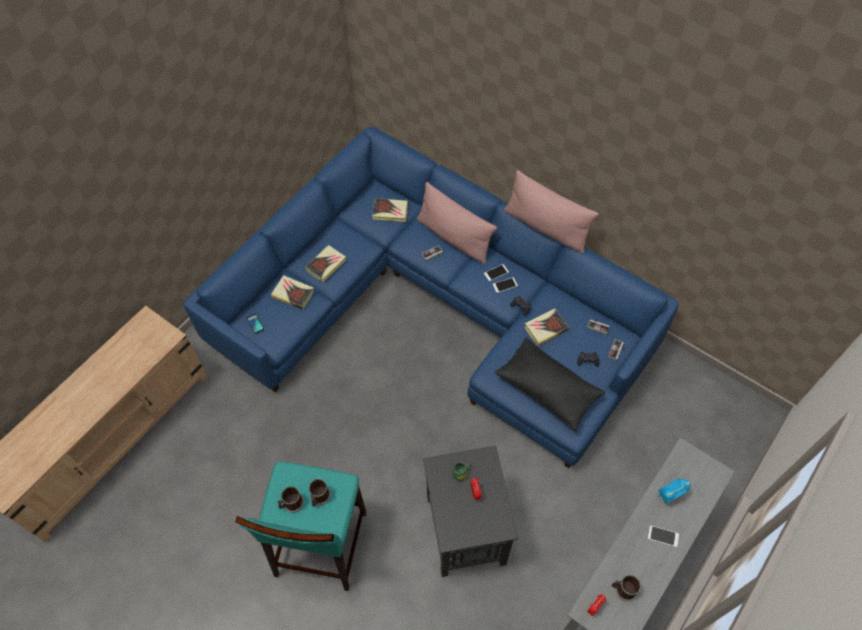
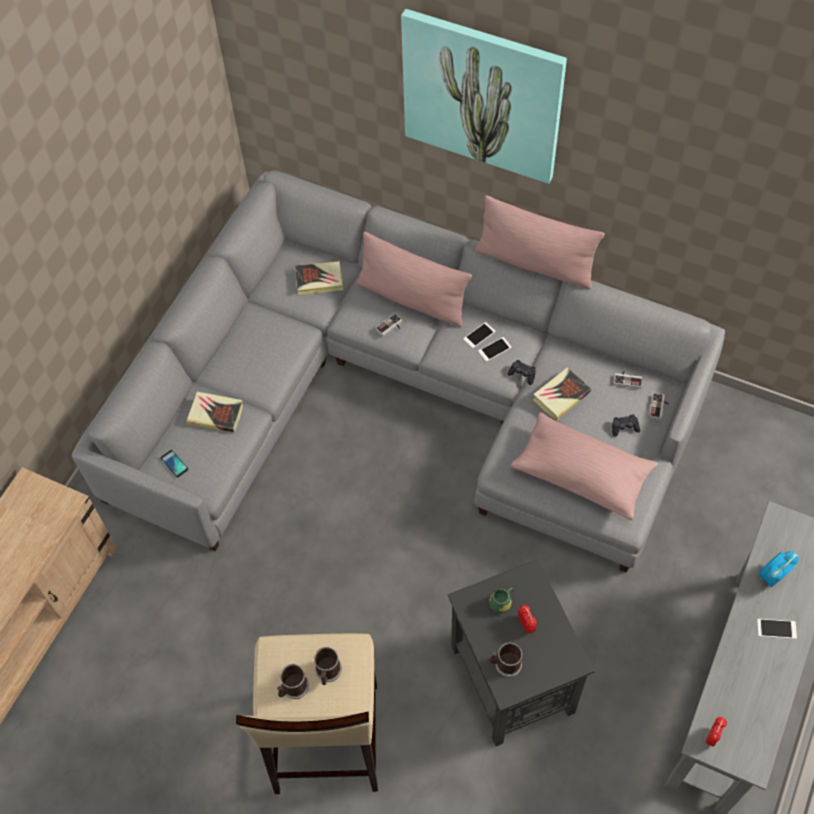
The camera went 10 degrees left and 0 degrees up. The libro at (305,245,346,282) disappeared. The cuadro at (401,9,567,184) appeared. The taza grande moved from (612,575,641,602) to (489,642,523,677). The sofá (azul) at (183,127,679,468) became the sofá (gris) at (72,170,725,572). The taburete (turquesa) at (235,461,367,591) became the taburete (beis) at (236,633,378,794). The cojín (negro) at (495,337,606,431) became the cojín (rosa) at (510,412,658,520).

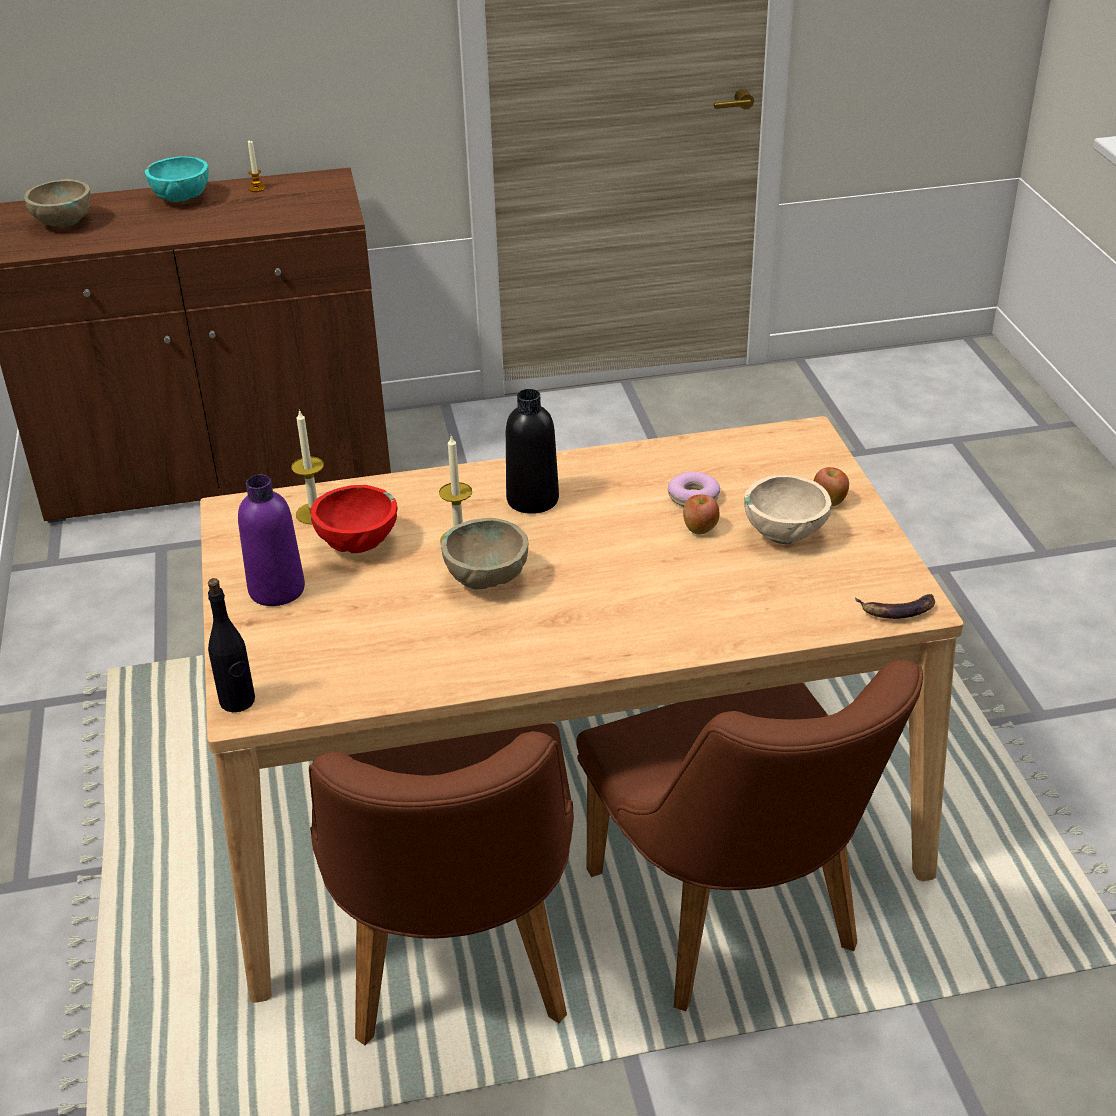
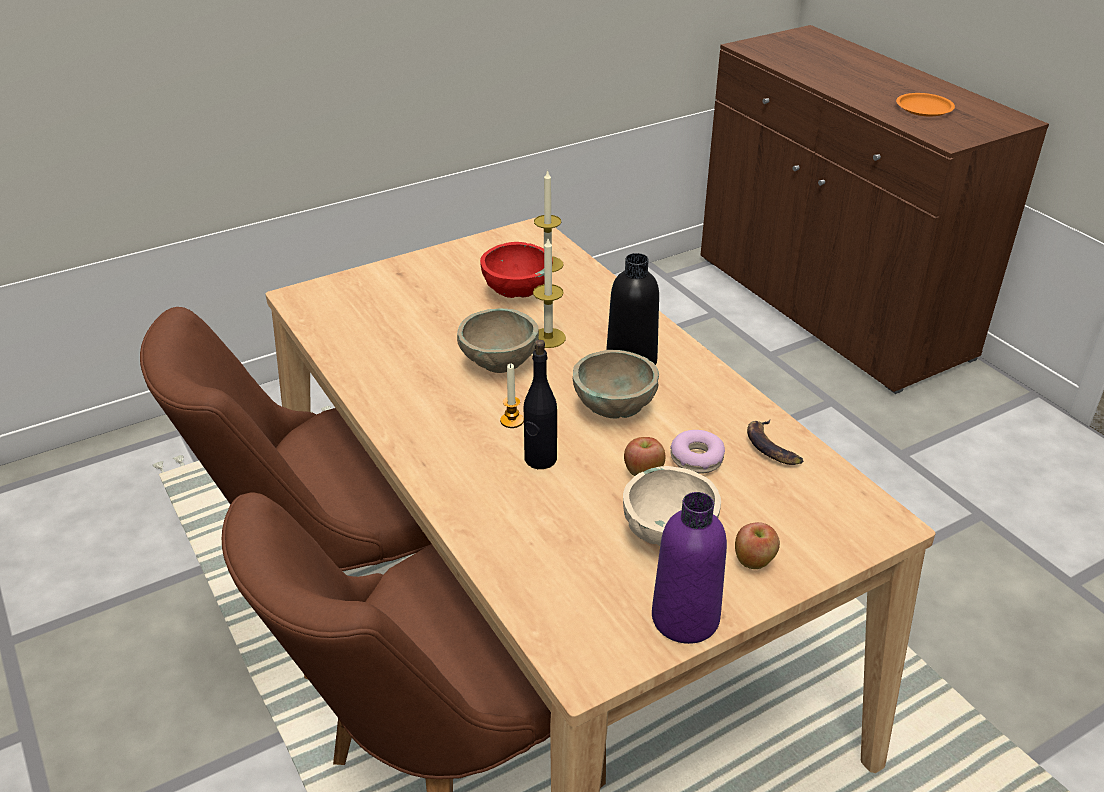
The camera went 70 degrees right and 0 degrees up. The cuenco (turquesa) at (145,156,208,202) disappeared. The plato (naranja) at (896,93,955,116) appeared. The cuenco (beis) moved from (24,179,91,227) to (573,350,659,419). The botella (negro) moved from (208,578,255,712) to (524,340,557,469). The botella (morado) moved from (238,475,305,606) to (652,492,727,644). The vela moved from (248,141,266,192) to (500,364,524,428). The plátano moved from (855,594,935,619) to (747,420,803,465).

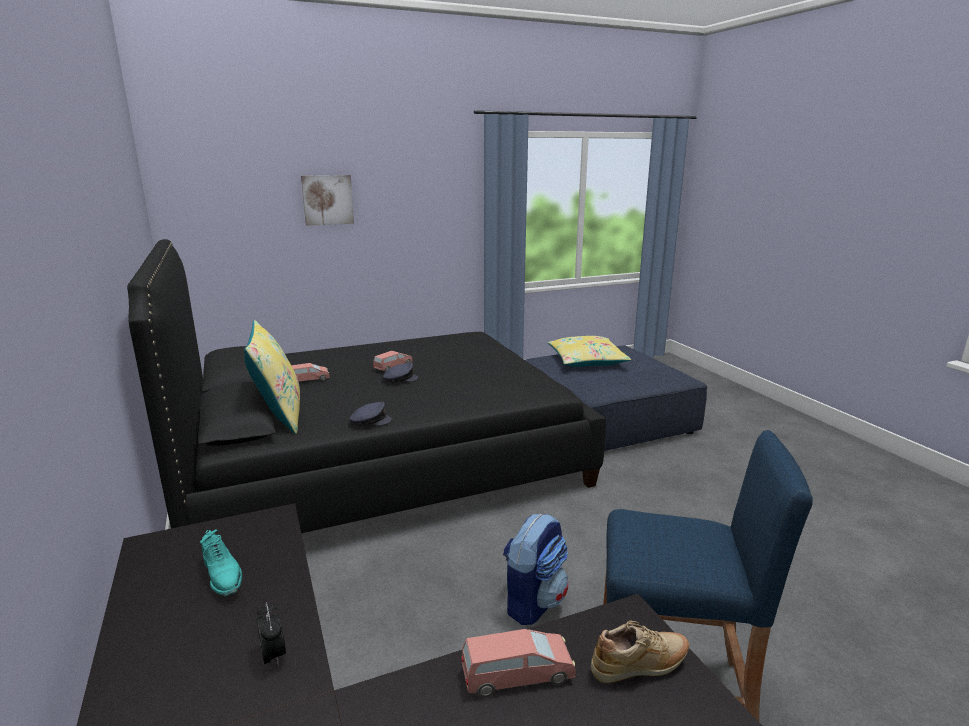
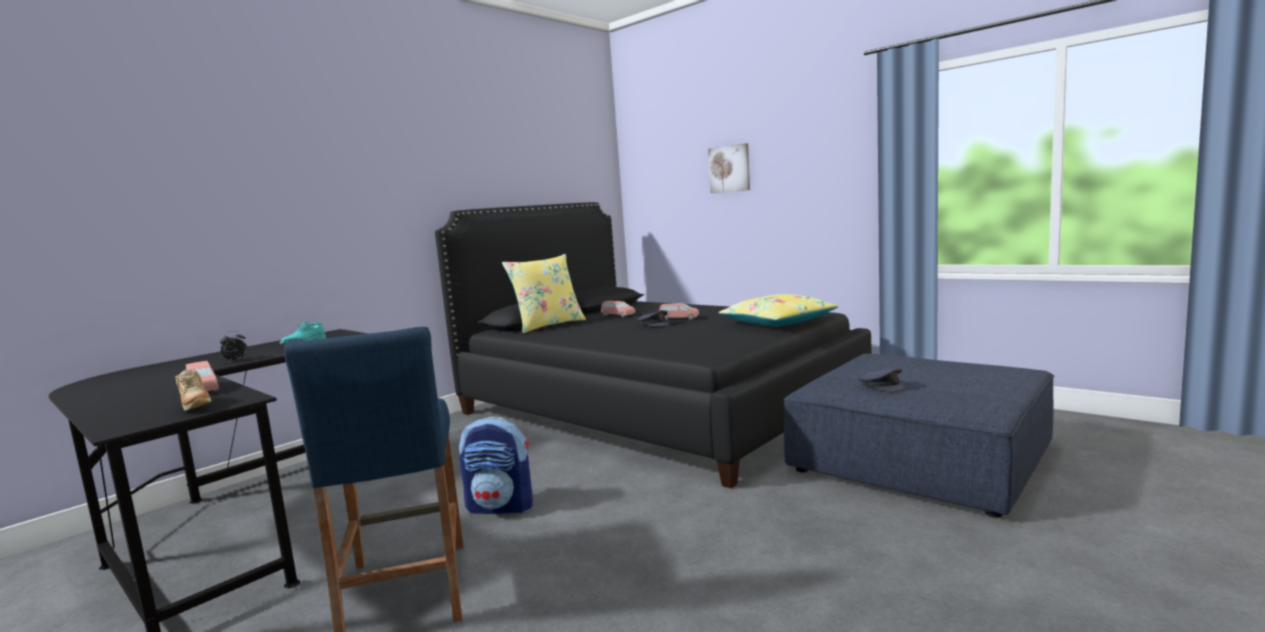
The camera went 65 degrees right and 10 degrees down. The gorra (gris) moved from (349,402,392,426) to (858,368,906,391). The cojín (amarillo) moved from (548,336,631,367) to (719,294,838,327).

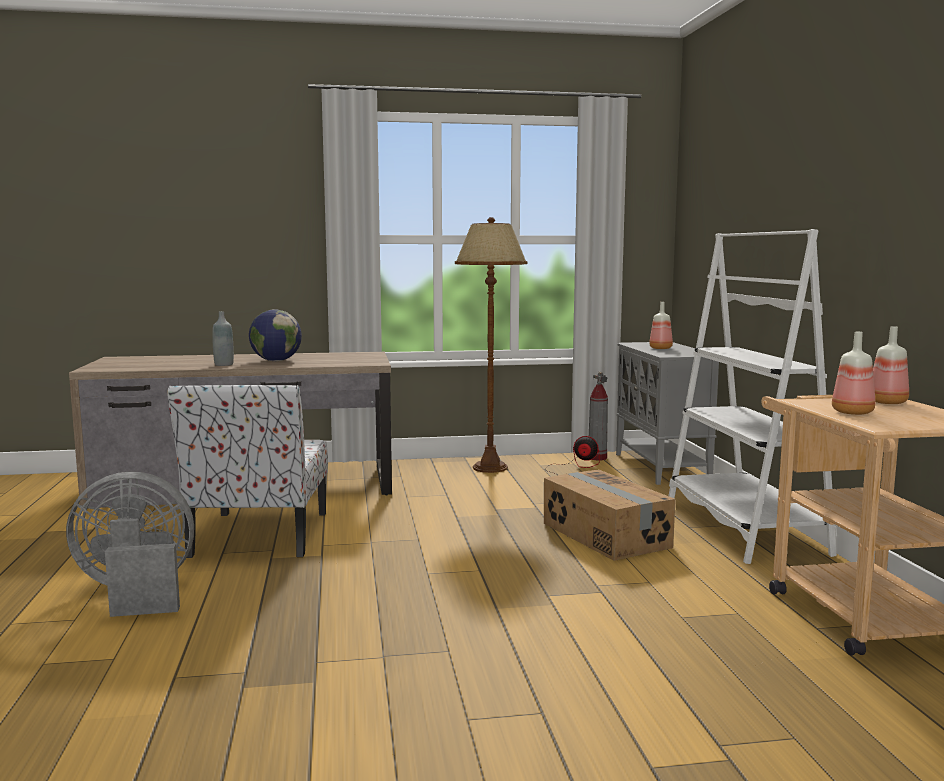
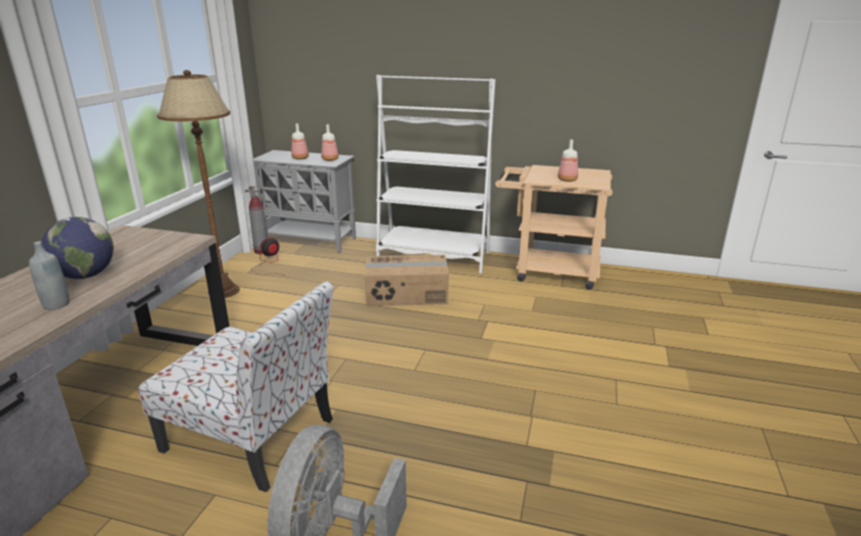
The camera went 65 degrees left and 15 degrees up. The botella moved from (873,326,909,404) to (321,124,339,161).

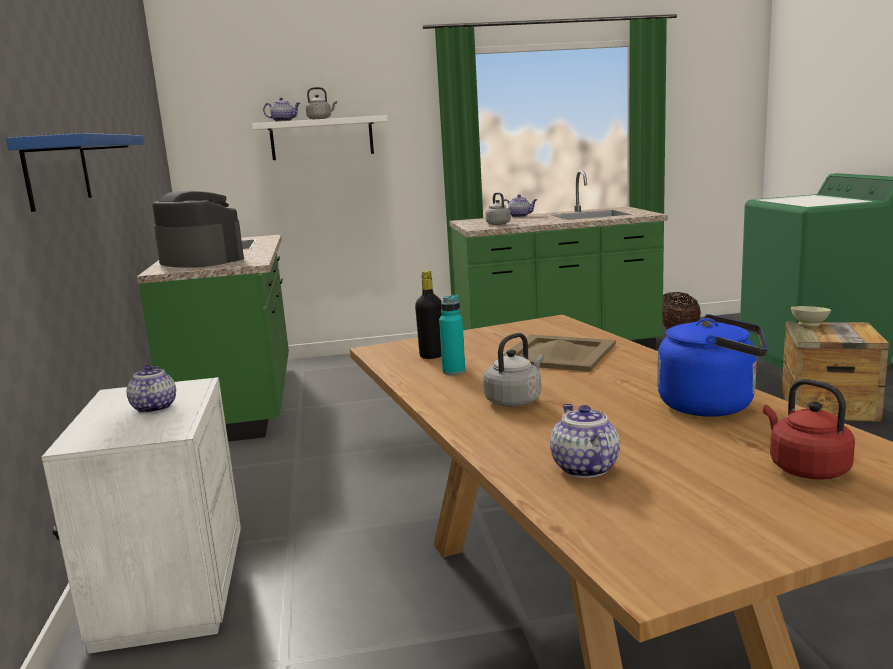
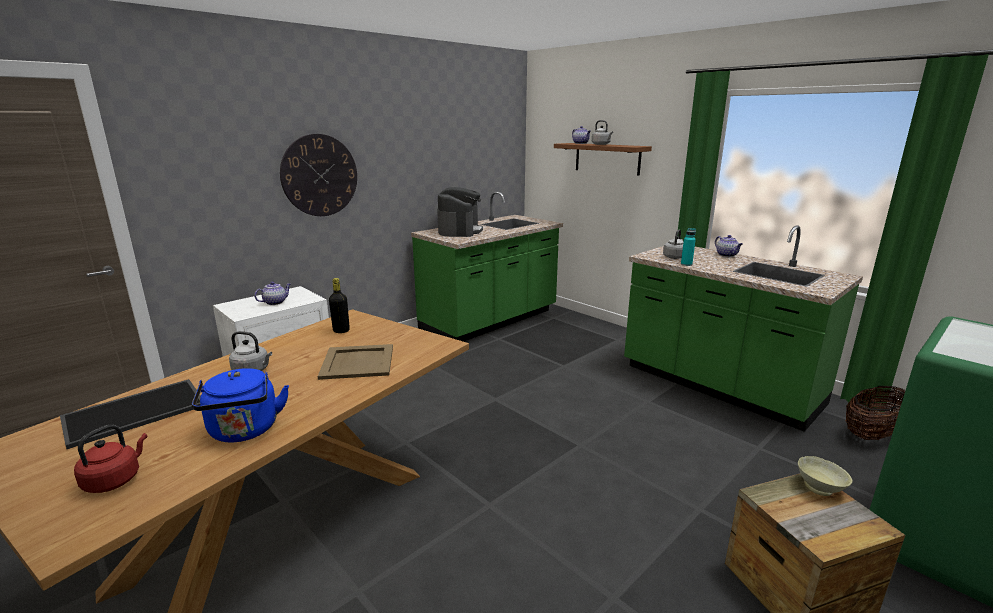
The camera went 55 degrees right and 5 degrees up. The botella (turquesa) moved from (439,295,465,375) to (681,228,696,266). The estante (azul) at (6,133,144,212) was replaced by the reloj de pared at (280,134,357,216). The tetera at (550,404,620,478) was replaced by the bandeja at (60,379,201,449). The estante (blanco) at (252,115,388,160) became the estante (marrón) at (554,143,652,176).

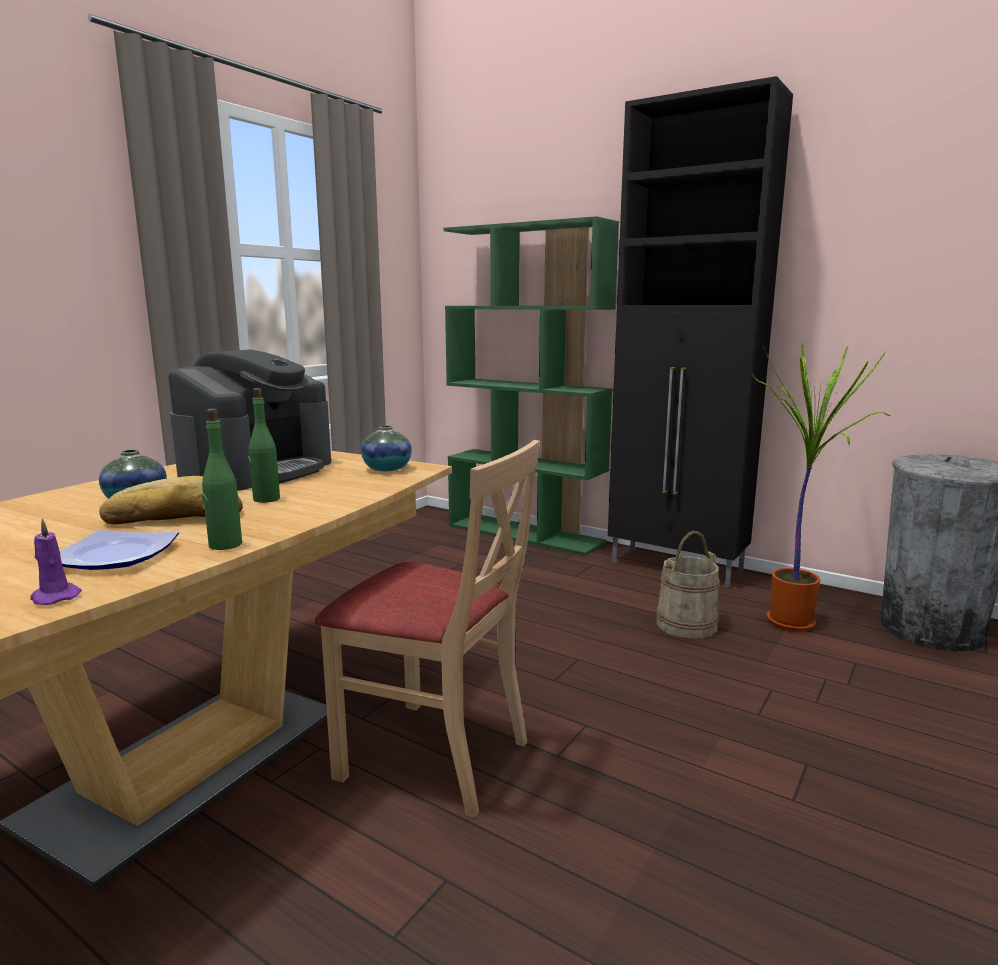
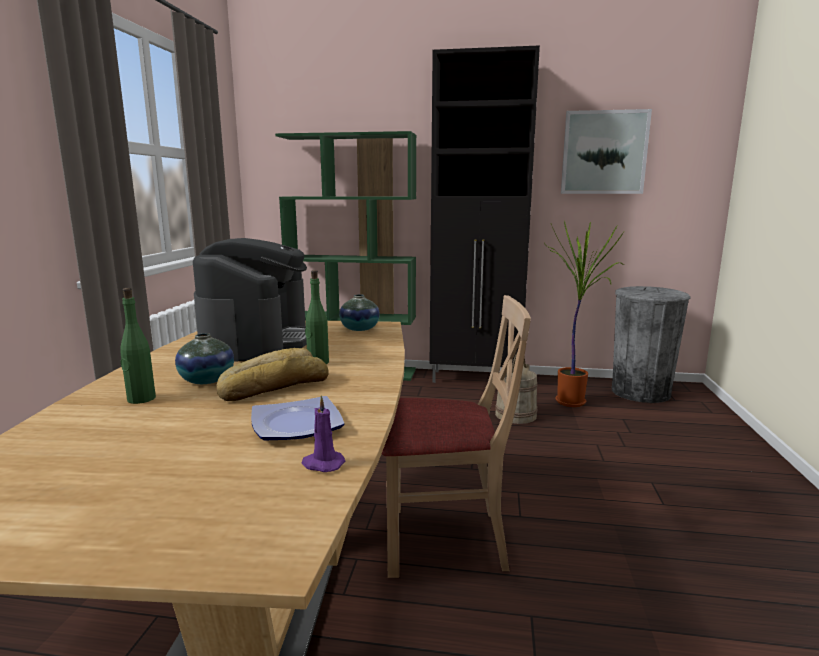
The camera went 25 degrees left and 0 degrees up. The cuadro at (561,109,652,194) appeared. The botella (verde) moved from (202,408,242,550) to (120,288,156,404).

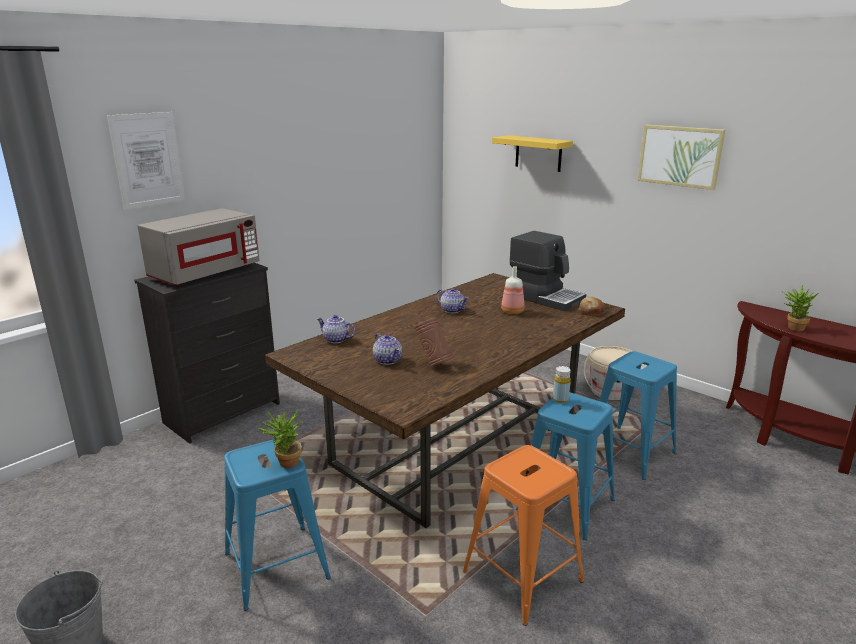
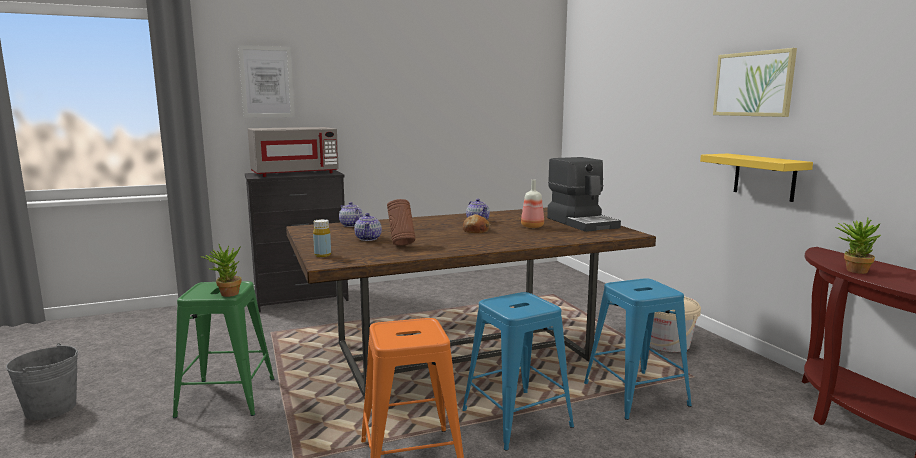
The camera went 25 degrees right and 10 degrees down. The estante (amarillo) moved from (492,135,573,172) to (700,154,813,202). The botella (amarillo) moved from (553,366,571,403) to (313,219,331,257). The pan moved from (578,296,605,316) to (463,214,491,233). The taburete (azul) at (224,439,331,611) became the taburete (verde) at (173,281,274,418).

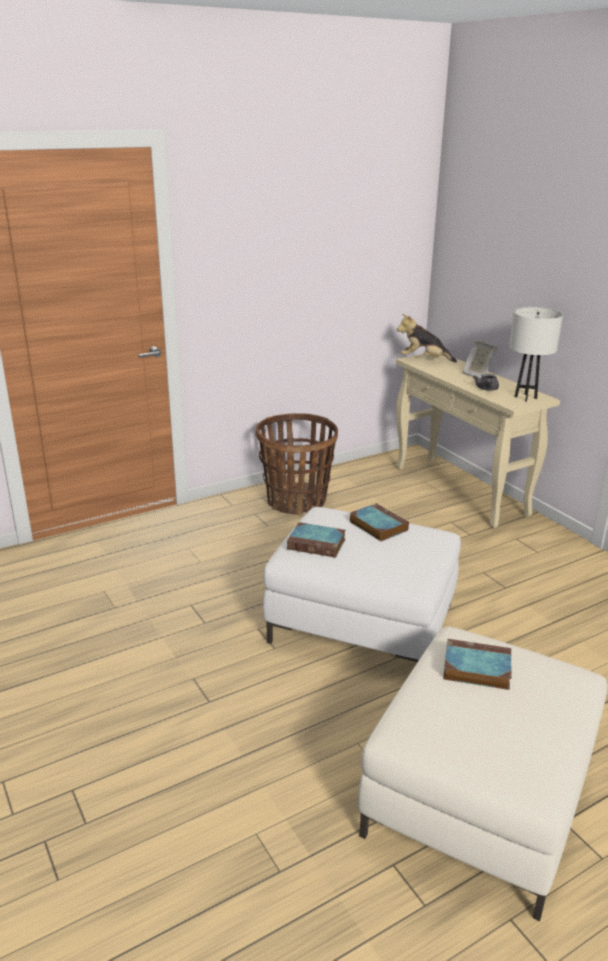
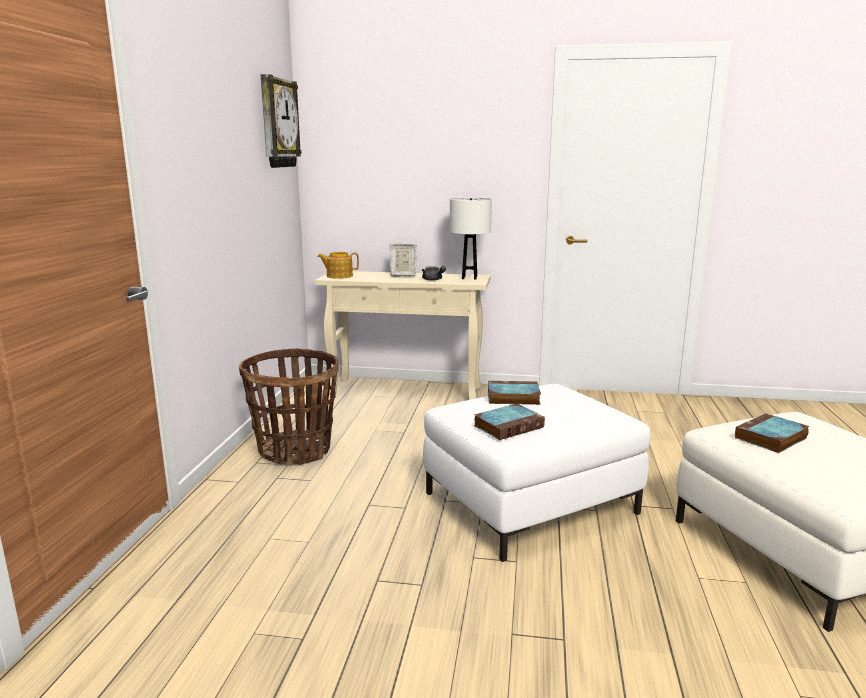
The camera went 50 degrees left and 10 degrees down. The reloj de pared at (261,74,302,168) appeared. The peluche at (397,314,457,362) was replaced by the tetera at (317,252,359,279).

